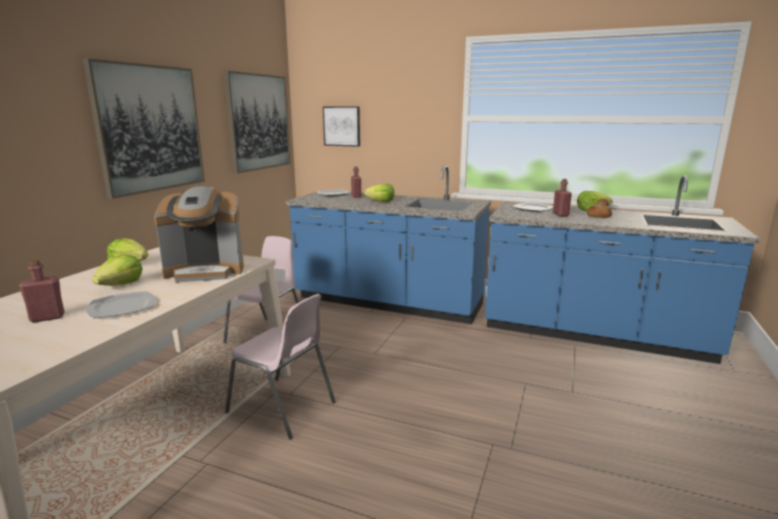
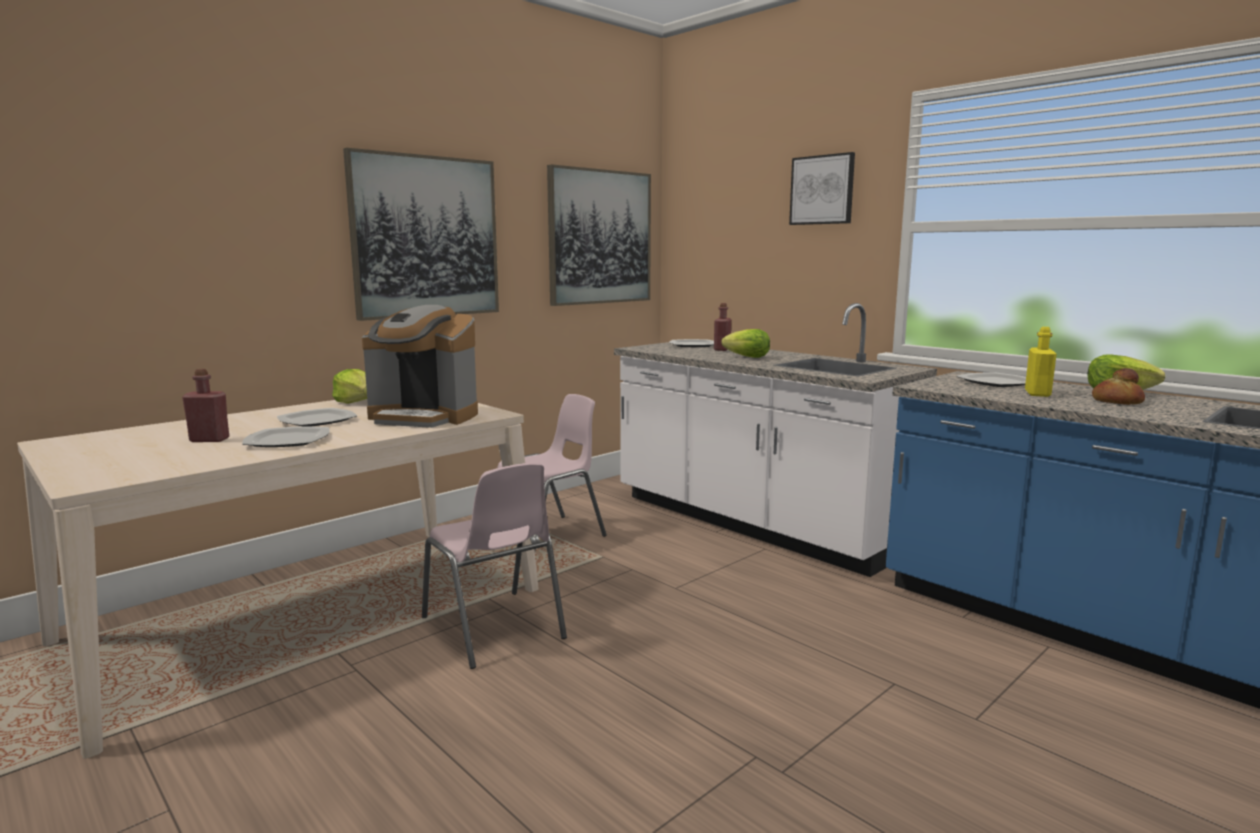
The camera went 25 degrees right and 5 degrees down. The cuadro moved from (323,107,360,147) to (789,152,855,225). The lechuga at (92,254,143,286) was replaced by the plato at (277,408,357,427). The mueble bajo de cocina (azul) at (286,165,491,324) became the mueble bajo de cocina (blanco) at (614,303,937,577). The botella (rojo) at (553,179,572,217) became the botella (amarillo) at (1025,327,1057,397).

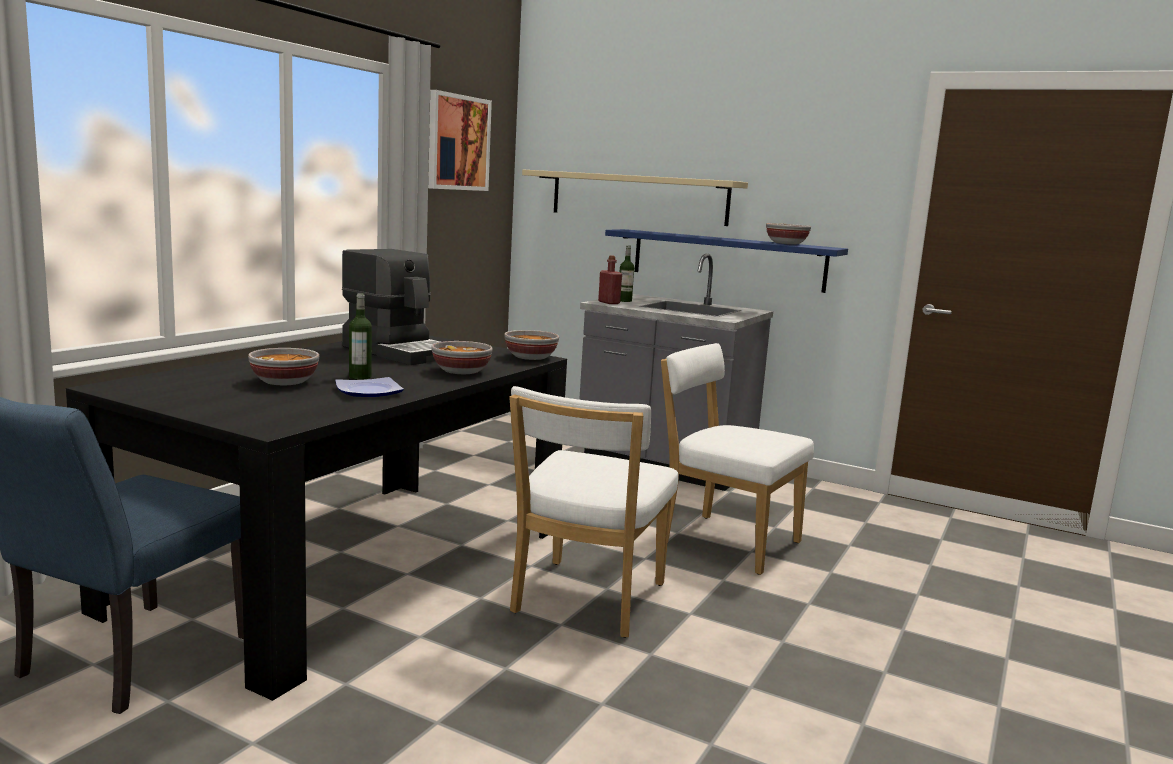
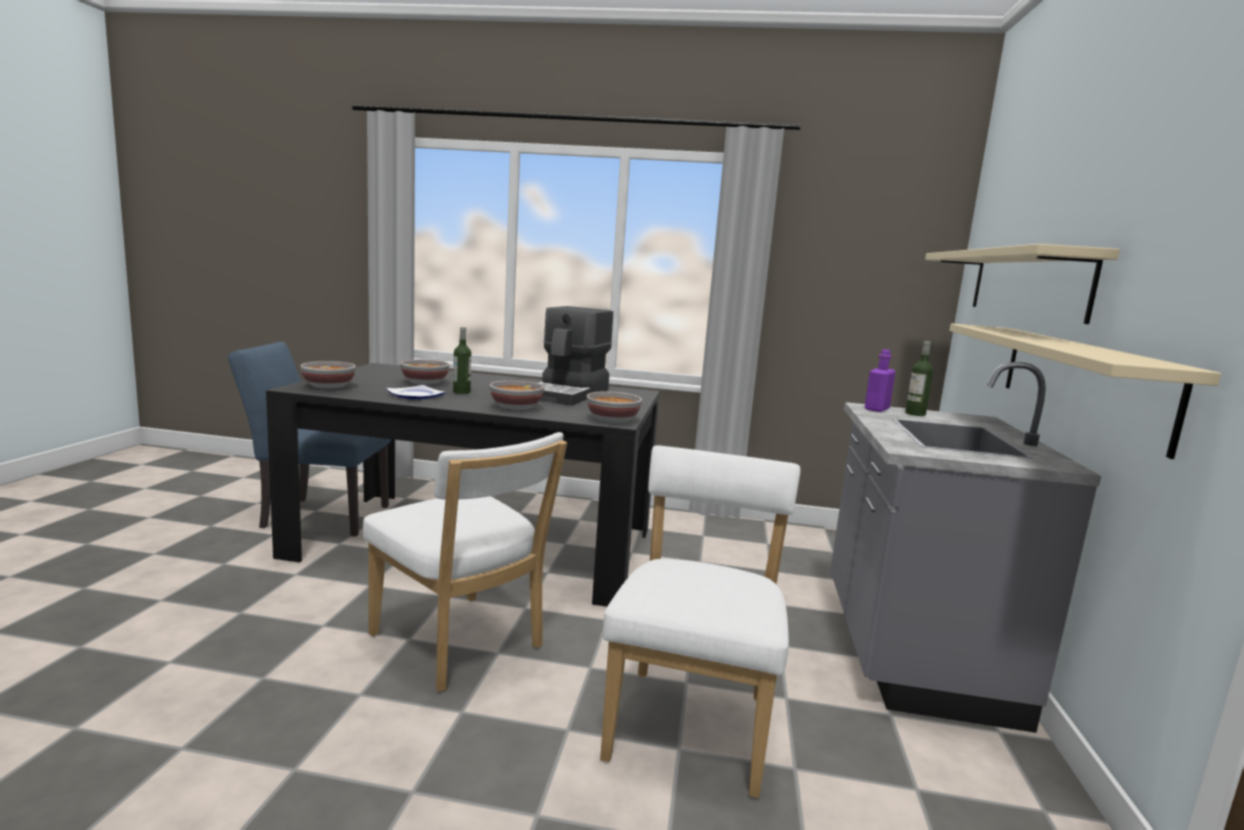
The camera went 70 degrees right and 0 degrees up. The cuadro at (428,90,492,191) disappeared. The cuenco moved from (766,223,811,245) to (300,361,356,389). The botella (rojo) at (598,255,622,304) became the botella (morado) at (865,349,896,412). The estante (azul) at (605,229,848,293) became the estante (beis) at (949,323,1221,459). The silla (blanco) at (509,386,678,638) turned 135 degrees counterclockwise.

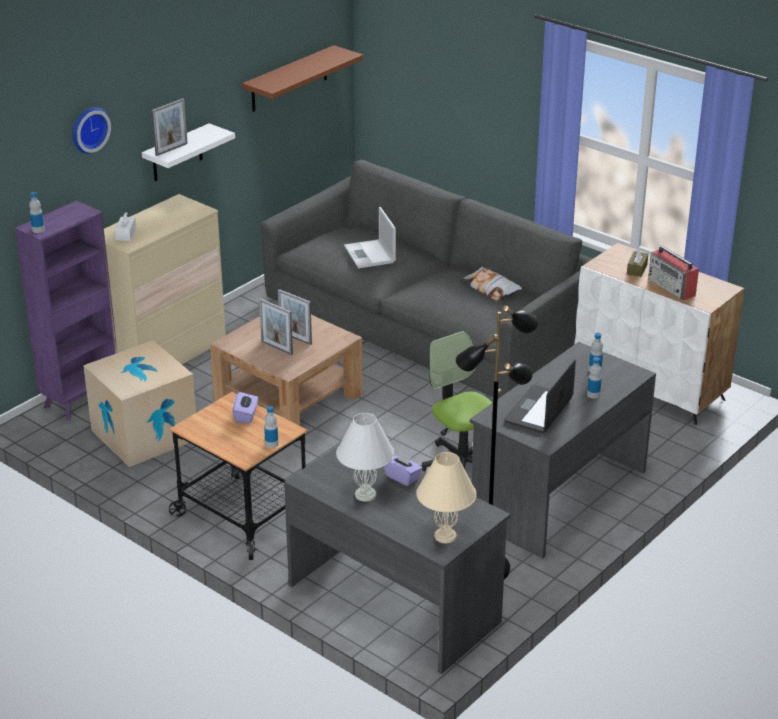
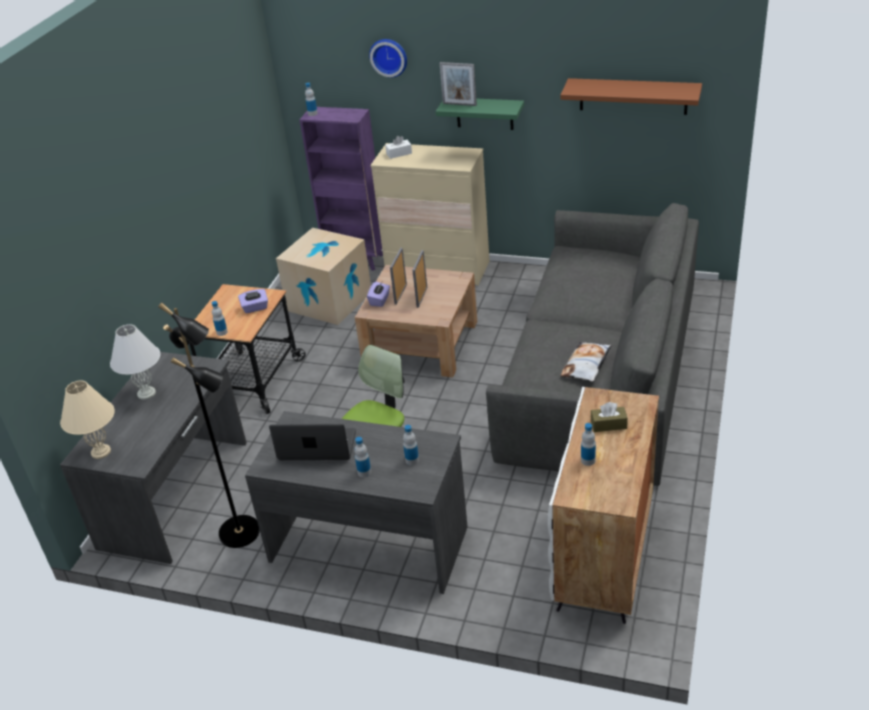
The camera went 70 degrees right and 5 degrees up. The portátil at (344,207,396,268) disappeared. The caja de pañuelos (morado) moved from (383,451,423,486) to (367,281,390,307). The radio at (648,246,699,300) was replaced by the botella at (581,423,596,466). The estante (blanco) at (142,123,235,181) became the estante (verde) at (436,99,524,130).

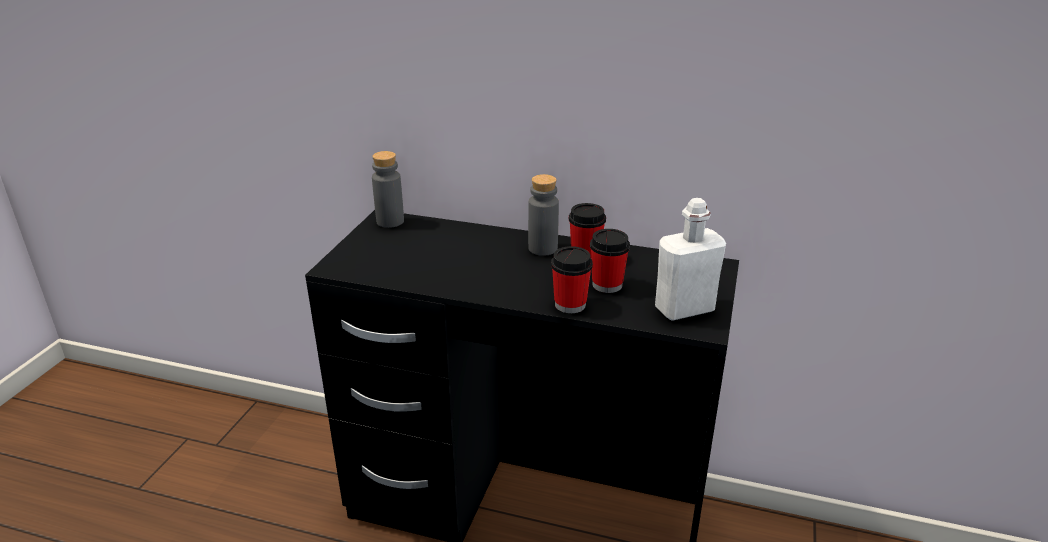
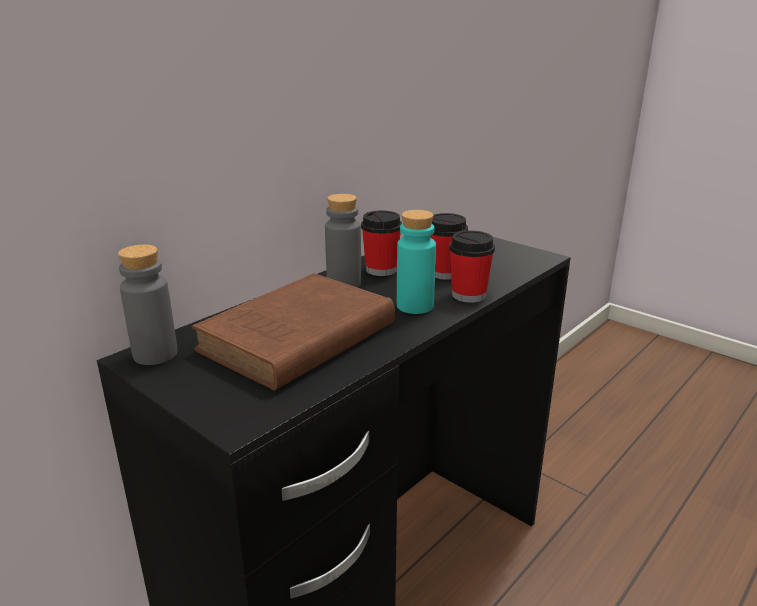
The camera went 65 degrees left and 5 degrees down. The botella (blanco) at (655,198,726,321) disappeared. The libro (marrón) at (192,273,395,390) appeared. The botella (turquesa) at (397,210,436,314) appeared.

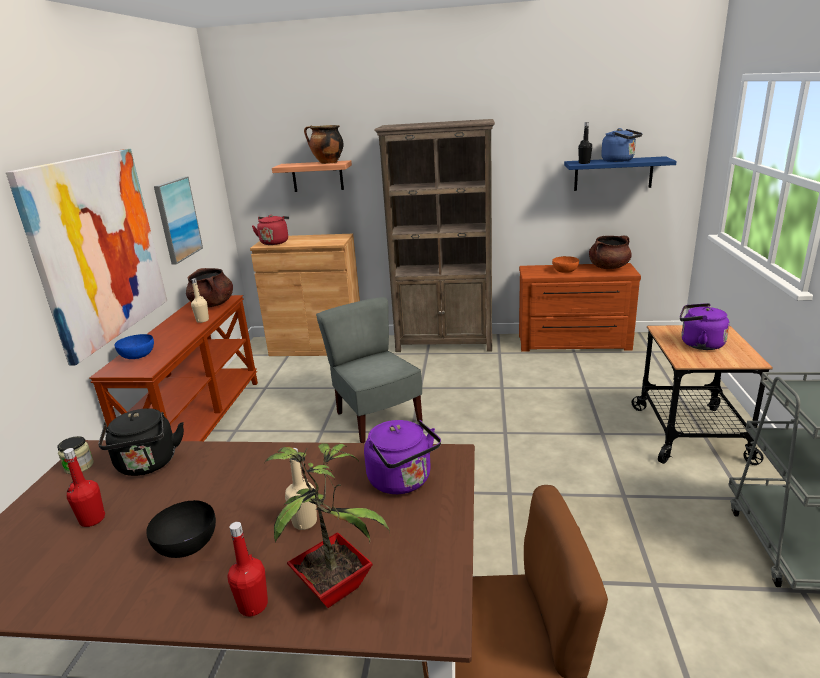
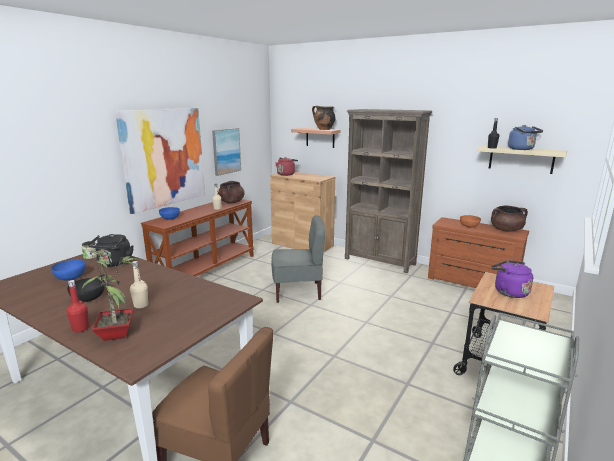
The camera went 25 degrees right and 5 degrees down. The hervidor (morado) at (364,420,441,494) disappeared. The botella (rojo) at (63,448,105,527) was replaced by the cuenco (azul) at (51,260,86,280). The estante (azul) at (564,156,677,191) became the estante (beis) at (477,146,567,174). The silla (gris) at (316,297,423,443) turned 90 degrees clockwise.

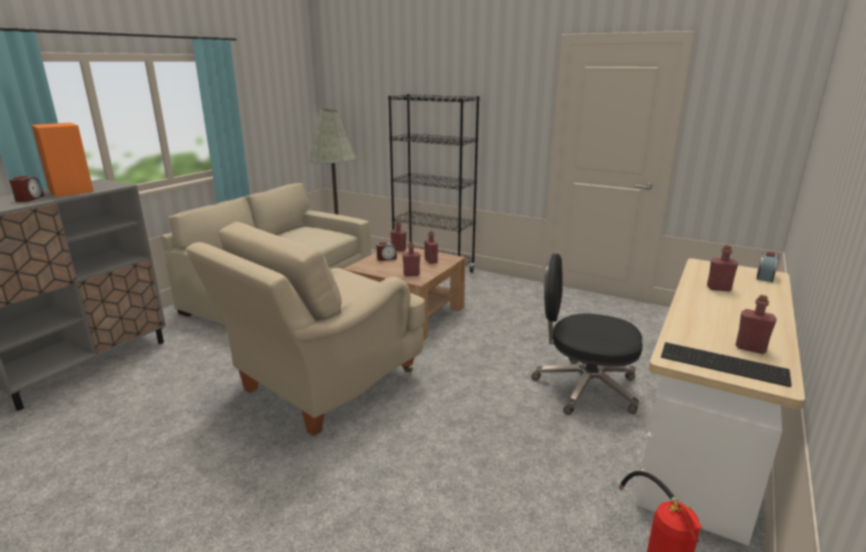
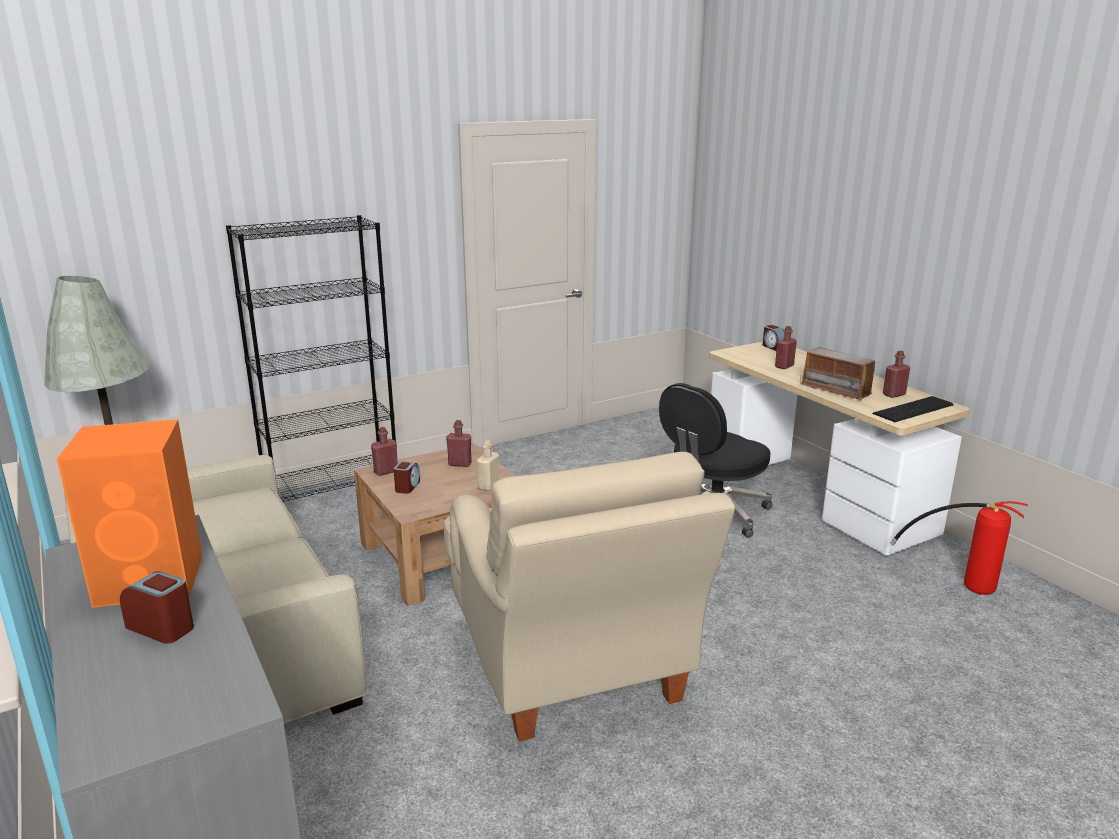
The camera went 60 degrees left and 0 degrees up. The radio at (800,347,879,401) appeared. The botella (rojo) at (402,242,420,276) became the botella (beis) at (476,440,500,491).

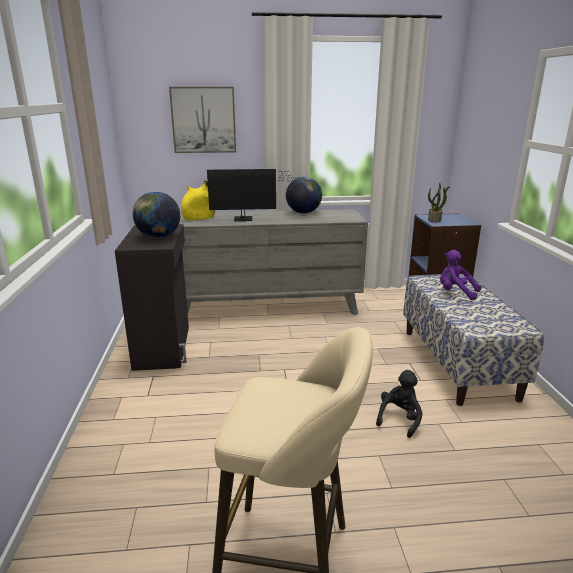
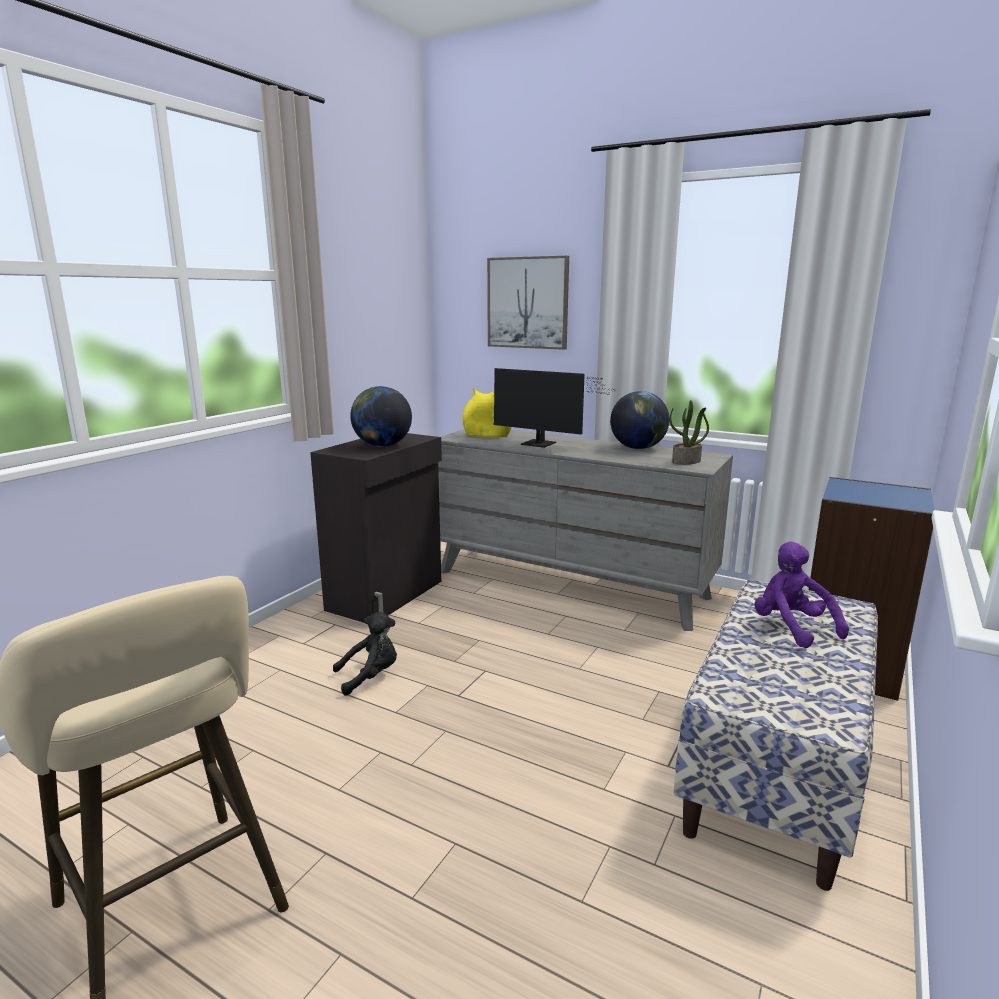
The camera went 35 degrees right and 5 degrees down. The peluche (negro) moved from (376,370,423,438) to (333,612,397,696). The planta en maceta moved from (428,183,450,223) to (670,400,709,465).

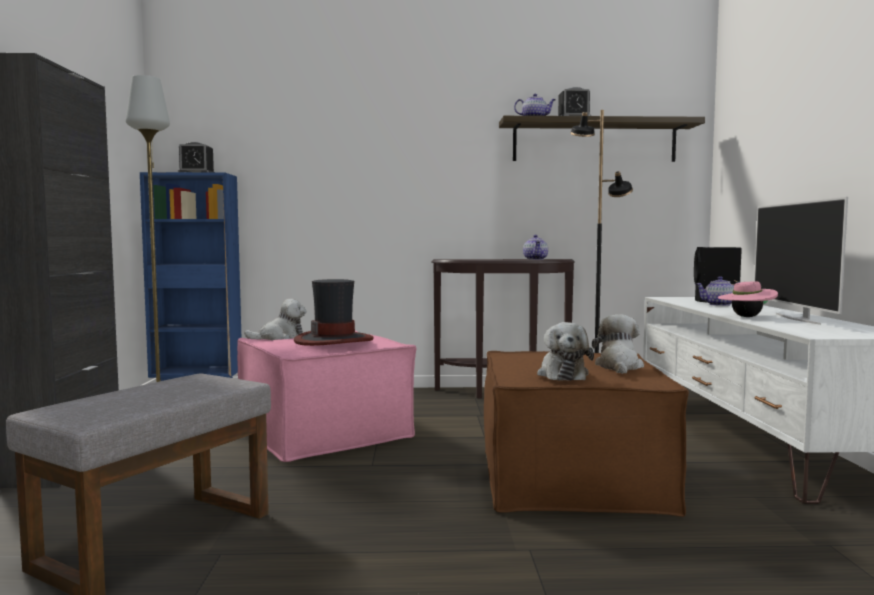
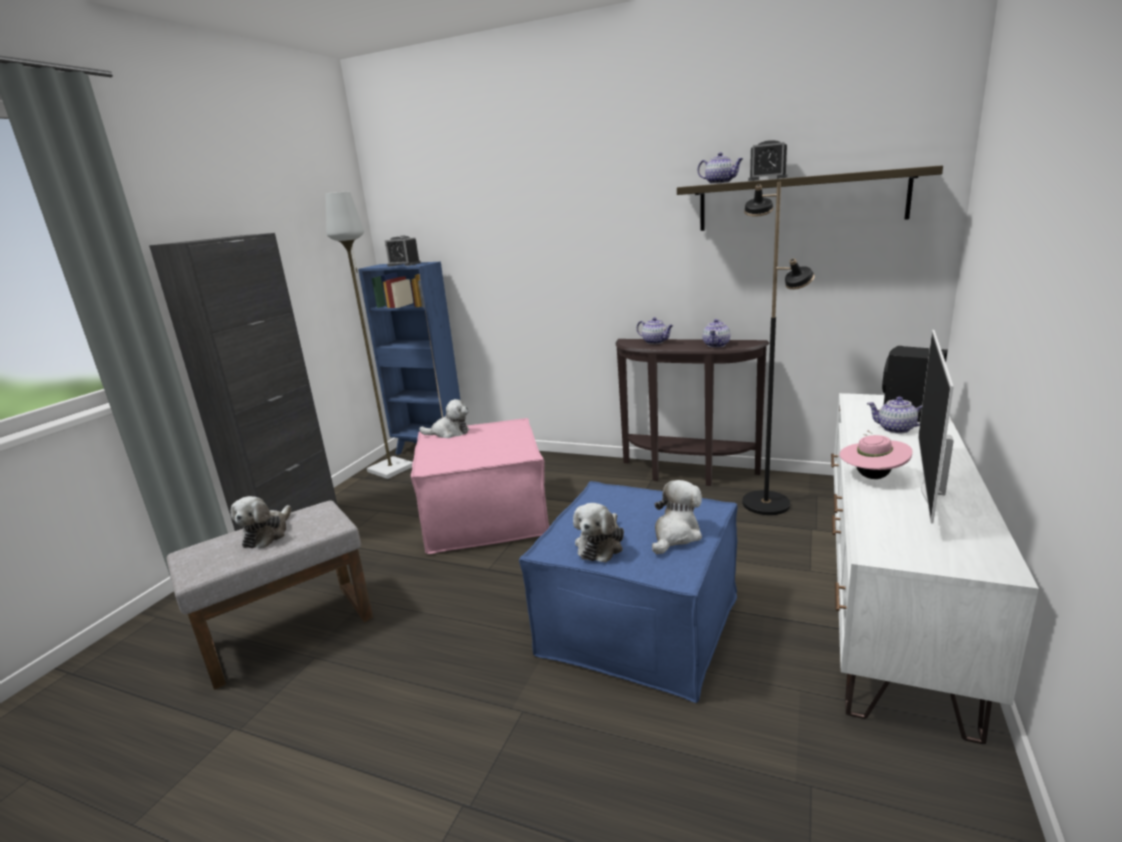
The camera went 25 degrees right and 15 degrees up. The sombrero at (294,279,374,346) disappeared. The peluche at (231,496,291,548) appeared. The tetera at (637,317,673,344) appeared. The puf (marrón) at (484,351,689,517) became the puf (azul) at (519,481,738,703).

